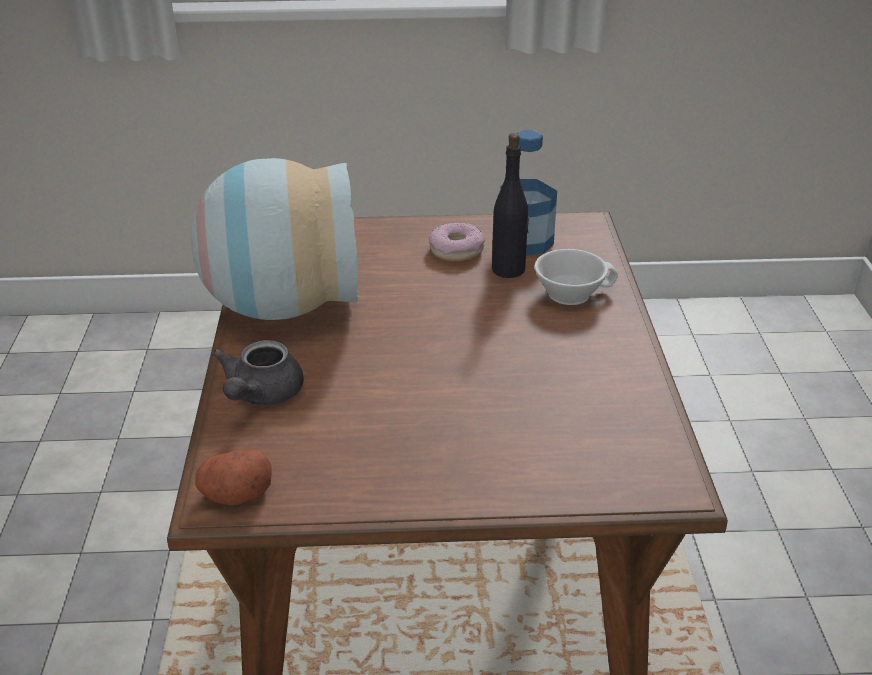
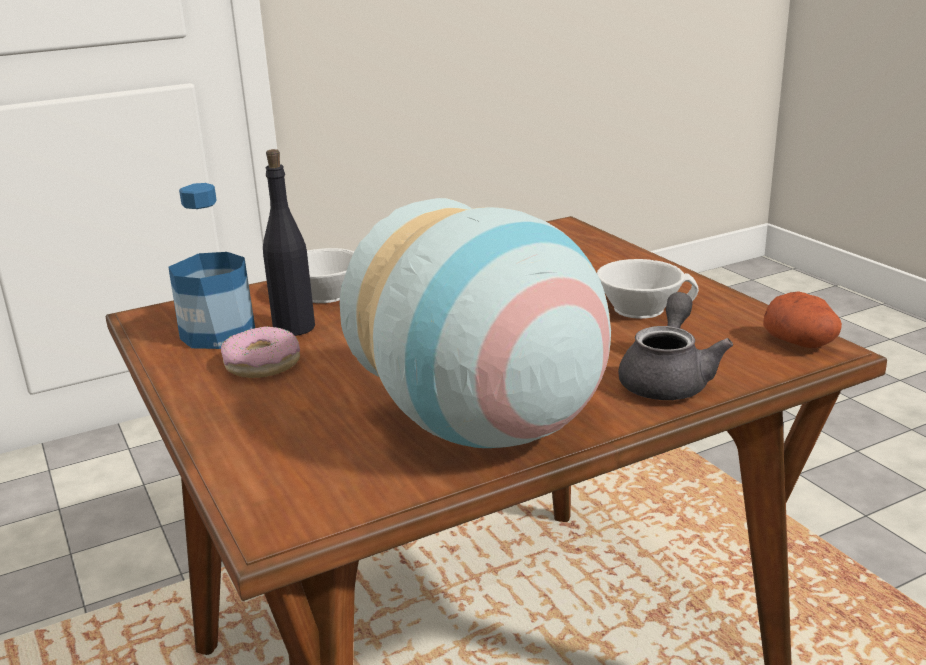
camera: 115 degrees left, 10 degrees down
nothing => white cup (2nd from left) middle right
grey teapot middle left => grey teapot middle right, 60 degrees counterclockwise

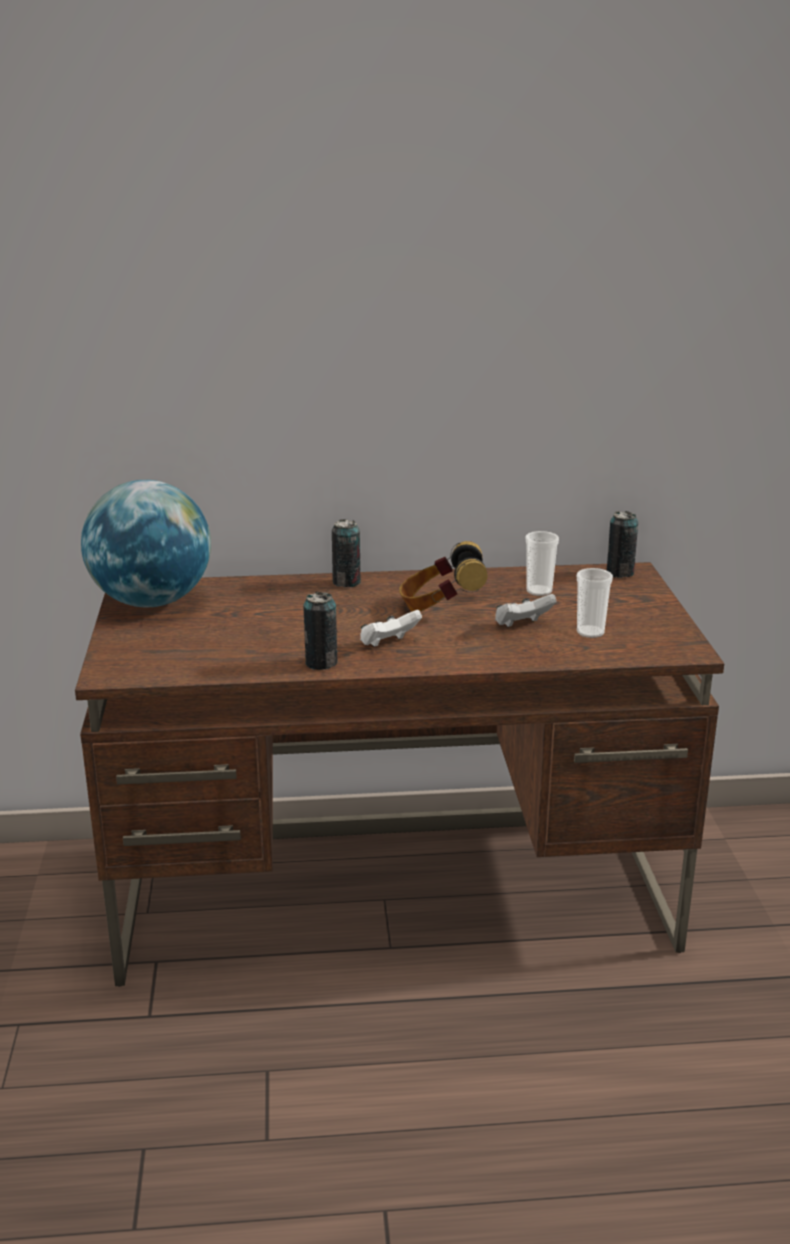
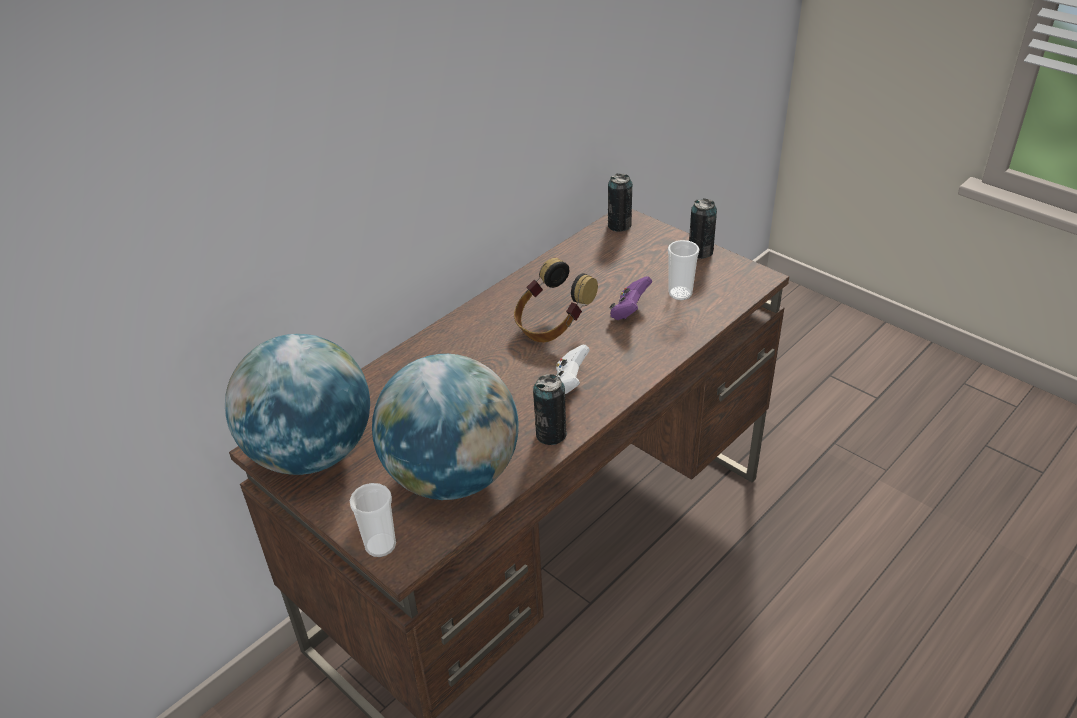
camera: 40 degrees left, 15 degrees up
cup (1st from left) middle right => cup (1st from left) bottom centre, move
nothing => world globe (2nd from left) centre
white joypad (2nd from left) centre => purple joypad centre
sealed can (2nd from left in the first image) centre => sealed can (3rd from left) top centre, move

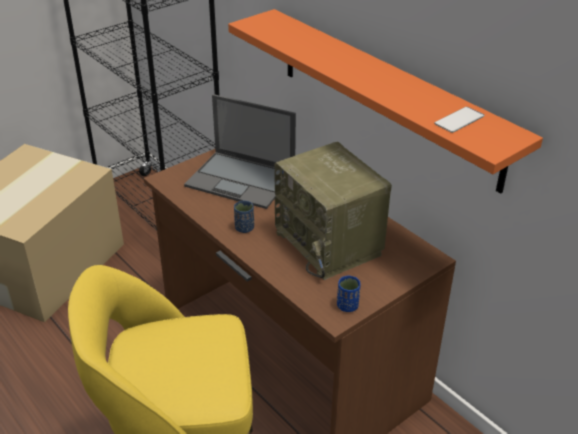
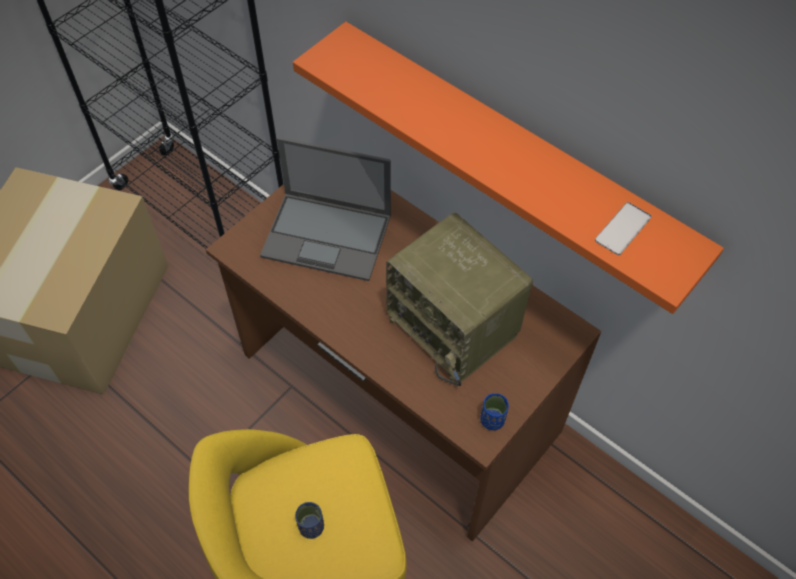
camera: 10 degrees left, 20 degrees up
blue cup (1st from left) centre => blue cup (1st from left) bottom centre, move

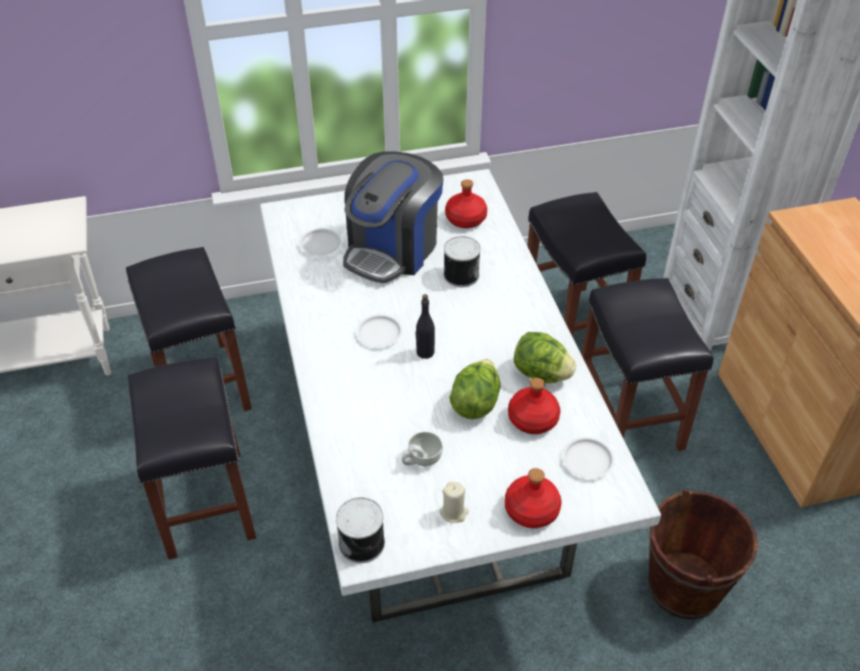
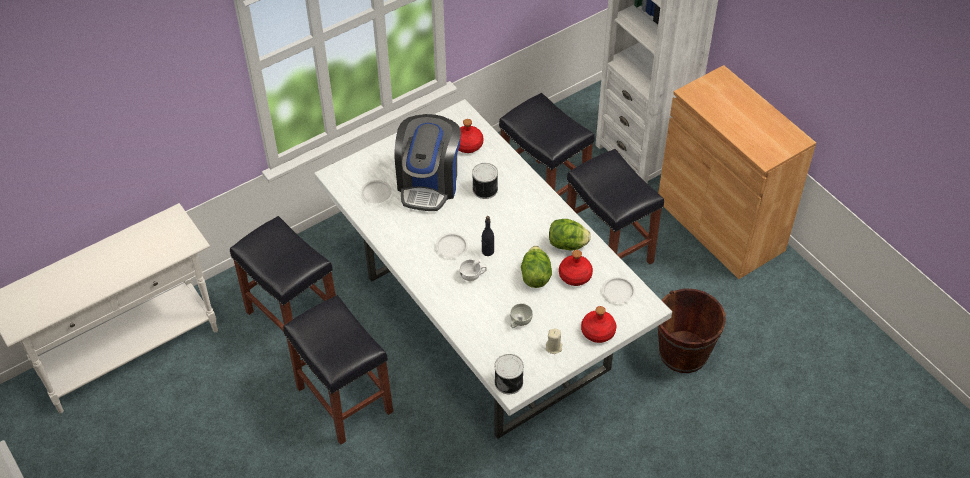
camera: 20 degrees left, 5 degrees up
nothing => white cup (1st from left) centre

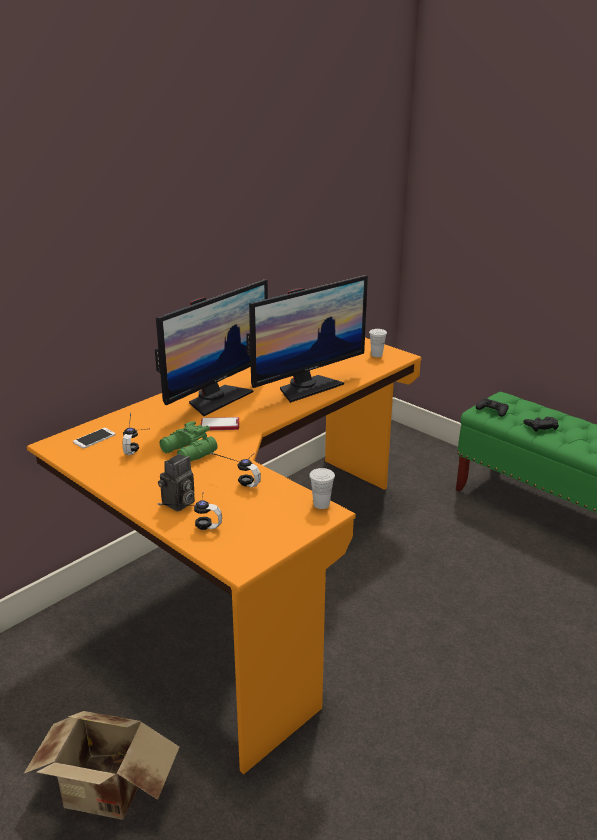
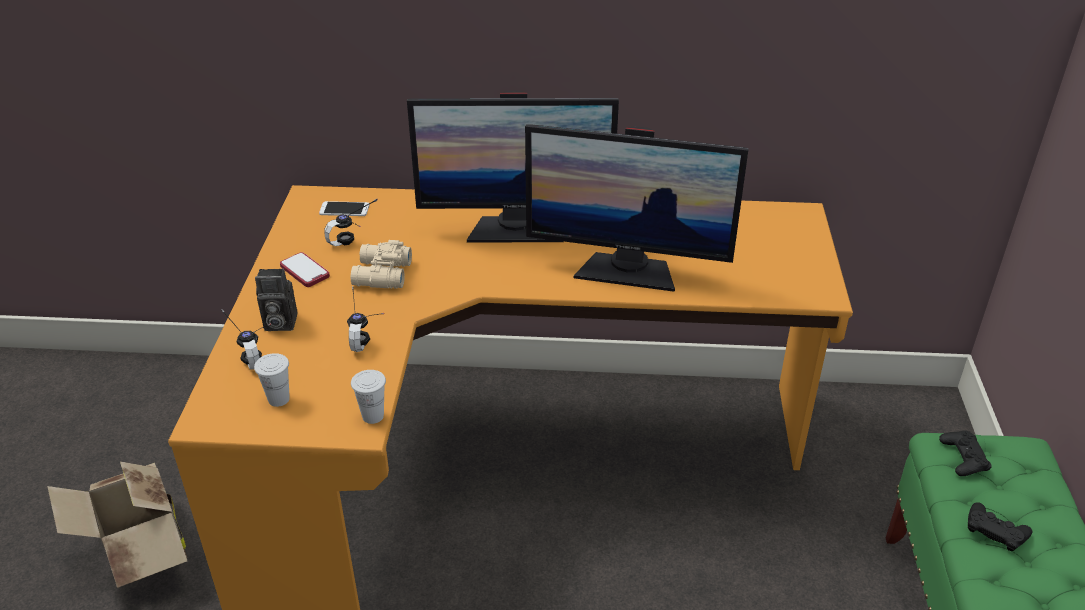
camera: 50 degrees right, 10 degrees up
white cup (2nd from left in the first image) centre => white cup (1st from left) middle left, move
handset (2nd from left in the first image) centre => handset (1st from left) middle left, move
green field glasses middle left => beige field glasses centre

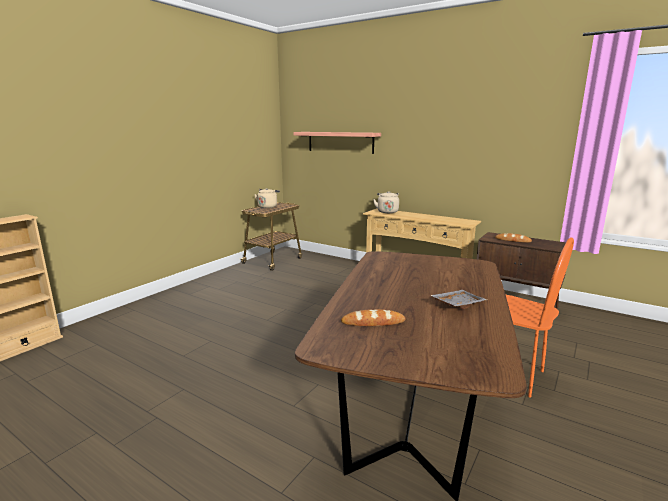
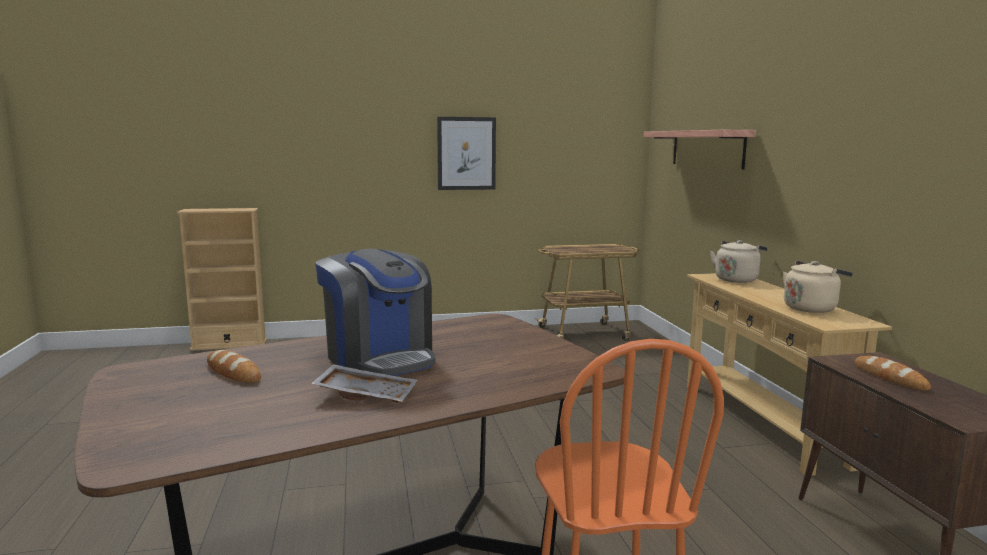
camera: 45 degrees right, 5 degrees down
nothing => coffee maker centre
nothing => wall picture top centre
beige tea kettle (1st from left in the first image) centre => beige tea kettle (2nd from left) middle right, move

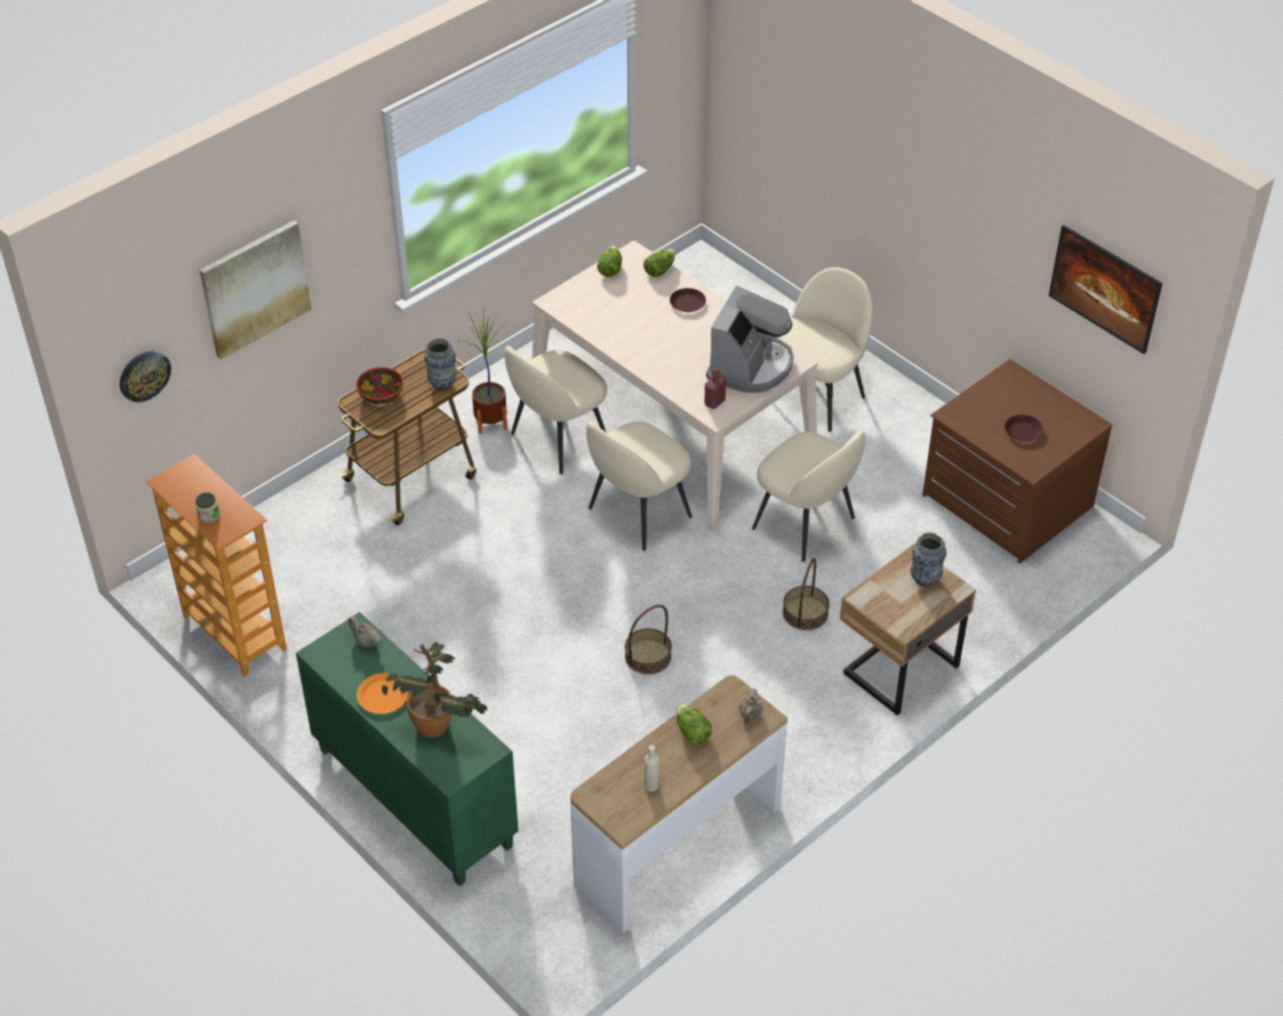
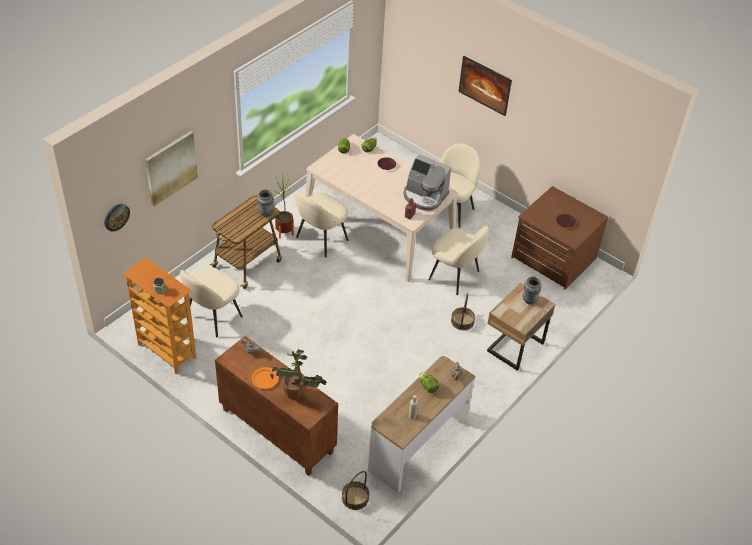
camera: 10 degrees left, 0 degrees up
beige chair (2nd from left in the first image) centre => beige chair (1st from left) middle left, move
green cupboard bottom left => brownish cupboard bottom centre
basket (1st from left) centre => basket (1st from left) bottom centre, move
coffee maker centre, 105 degrees clockwise
wall picture (2nd from left) top right => wall picture (2nd from left) top centre, move
deep dish middle left => nothing

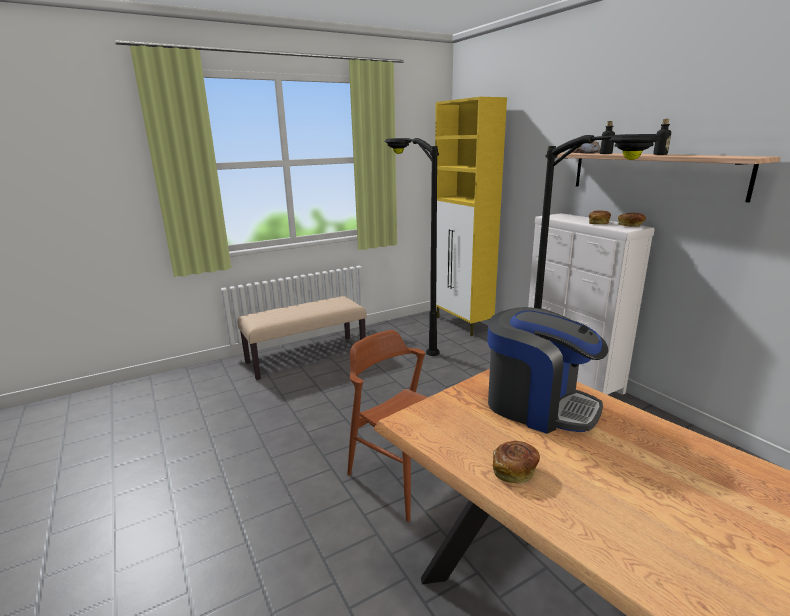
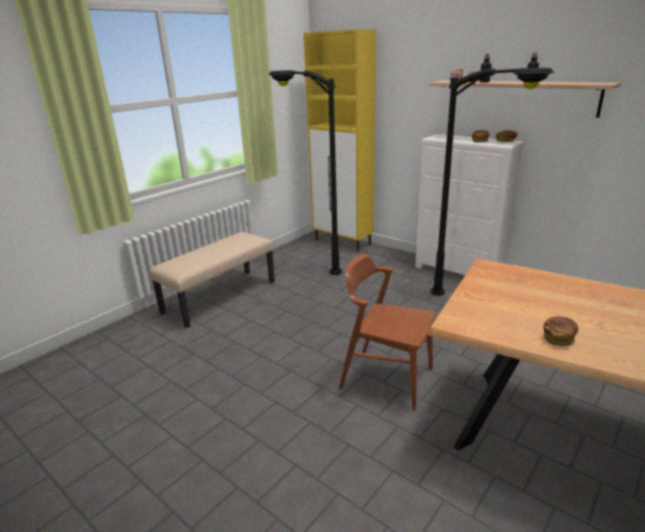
camera: 20 degrees left, 5 degrees up
coffee maker middle right => nothing

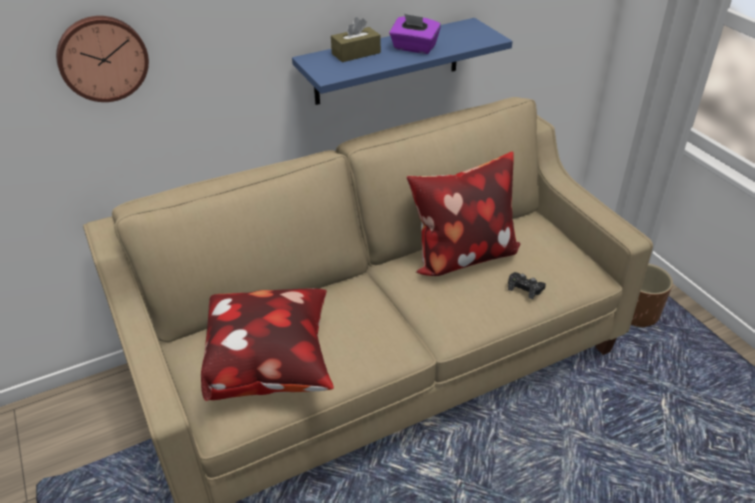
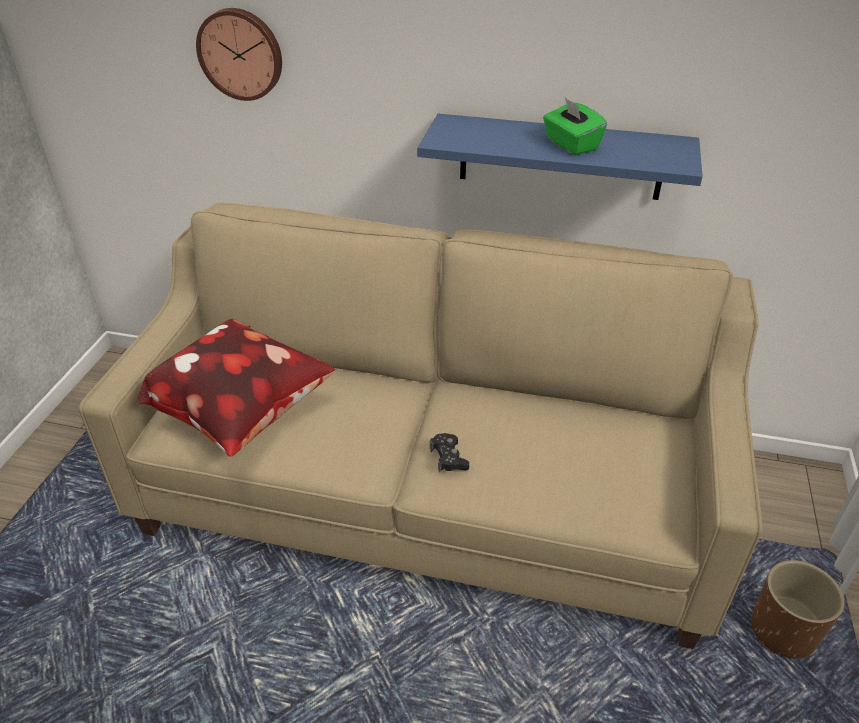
camera: 40 degrees right, 0 degrees up
black joypad middle right => black joypad centre, move
purple box of tissues top centre => green box of tissues top right
brownish box of tissues top centre => nothing
cushion (2nd from left) centre => nothing

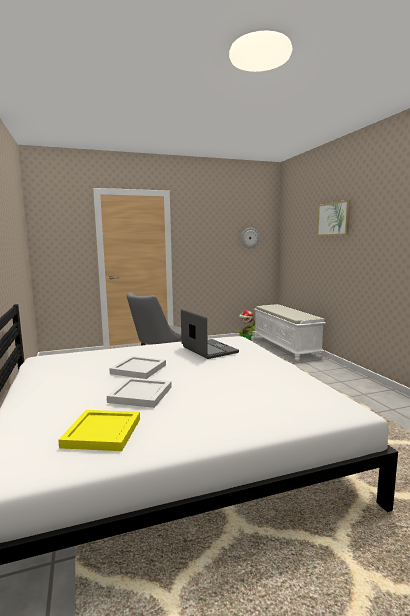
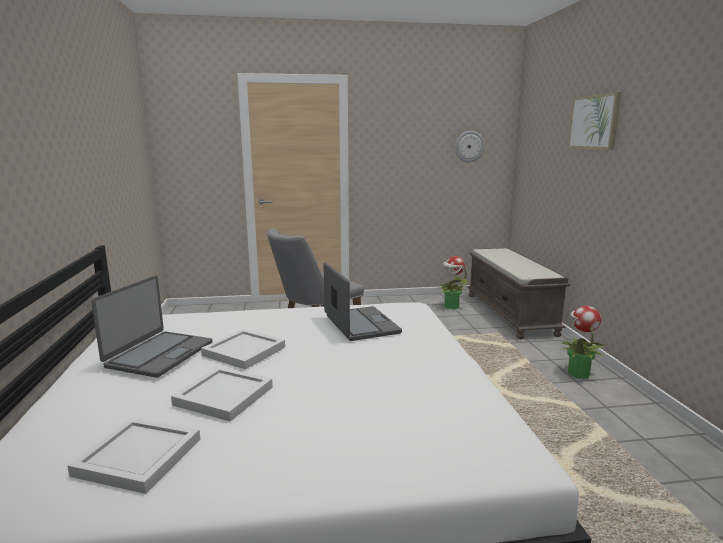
camera: 10 degrees right, 5 degrees up
yellowish serving tray bottom left => white serving tray (1st from left) bottom left
nothing => laptop (1st from left) middle left
white bench middle right => brownish bench middle right
nothing => houseplant (2nd from left) middle right

